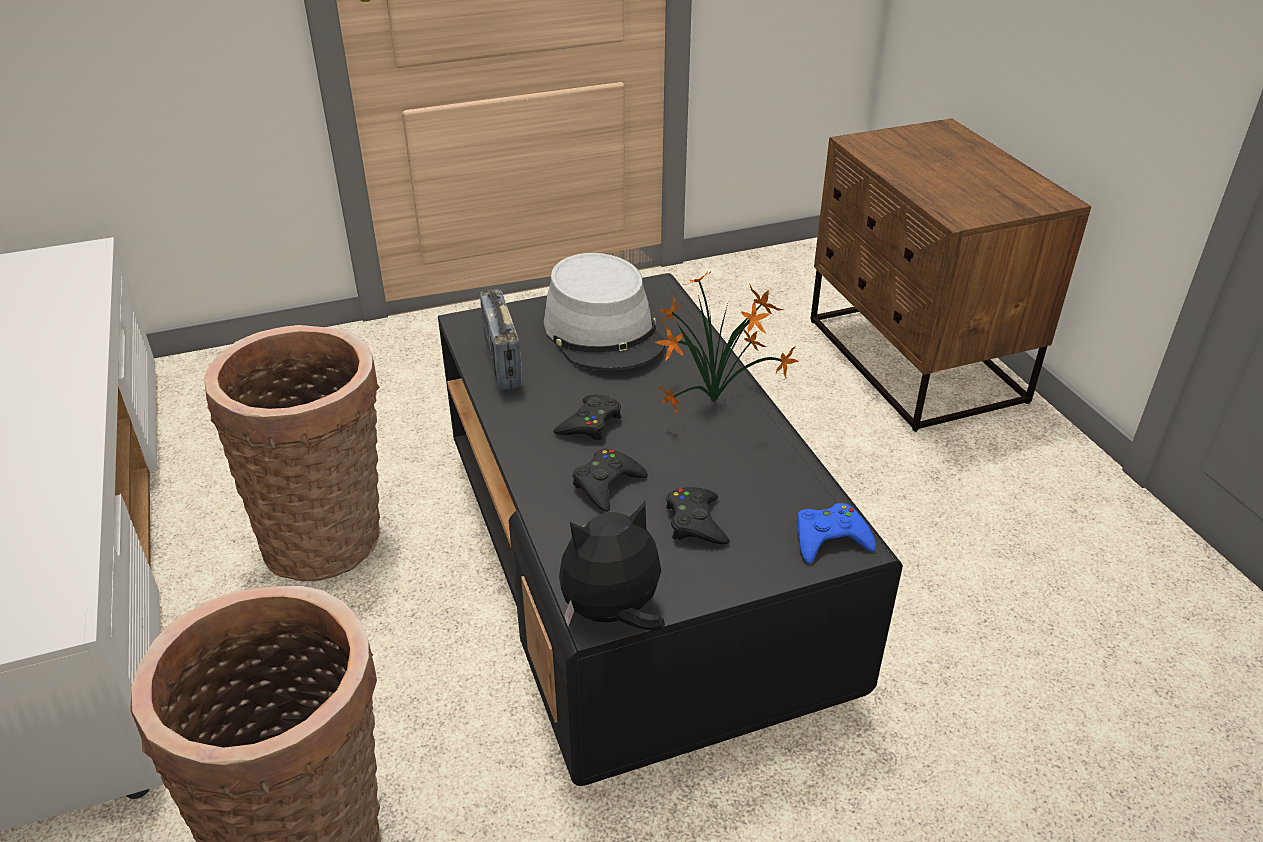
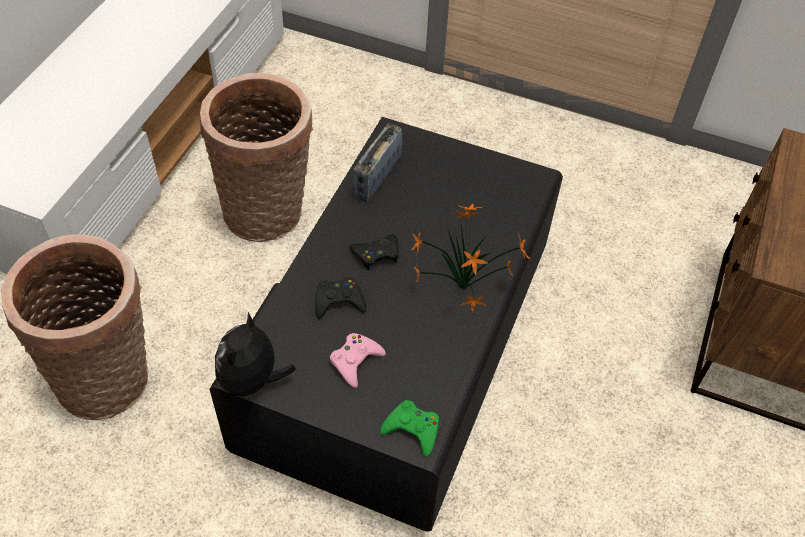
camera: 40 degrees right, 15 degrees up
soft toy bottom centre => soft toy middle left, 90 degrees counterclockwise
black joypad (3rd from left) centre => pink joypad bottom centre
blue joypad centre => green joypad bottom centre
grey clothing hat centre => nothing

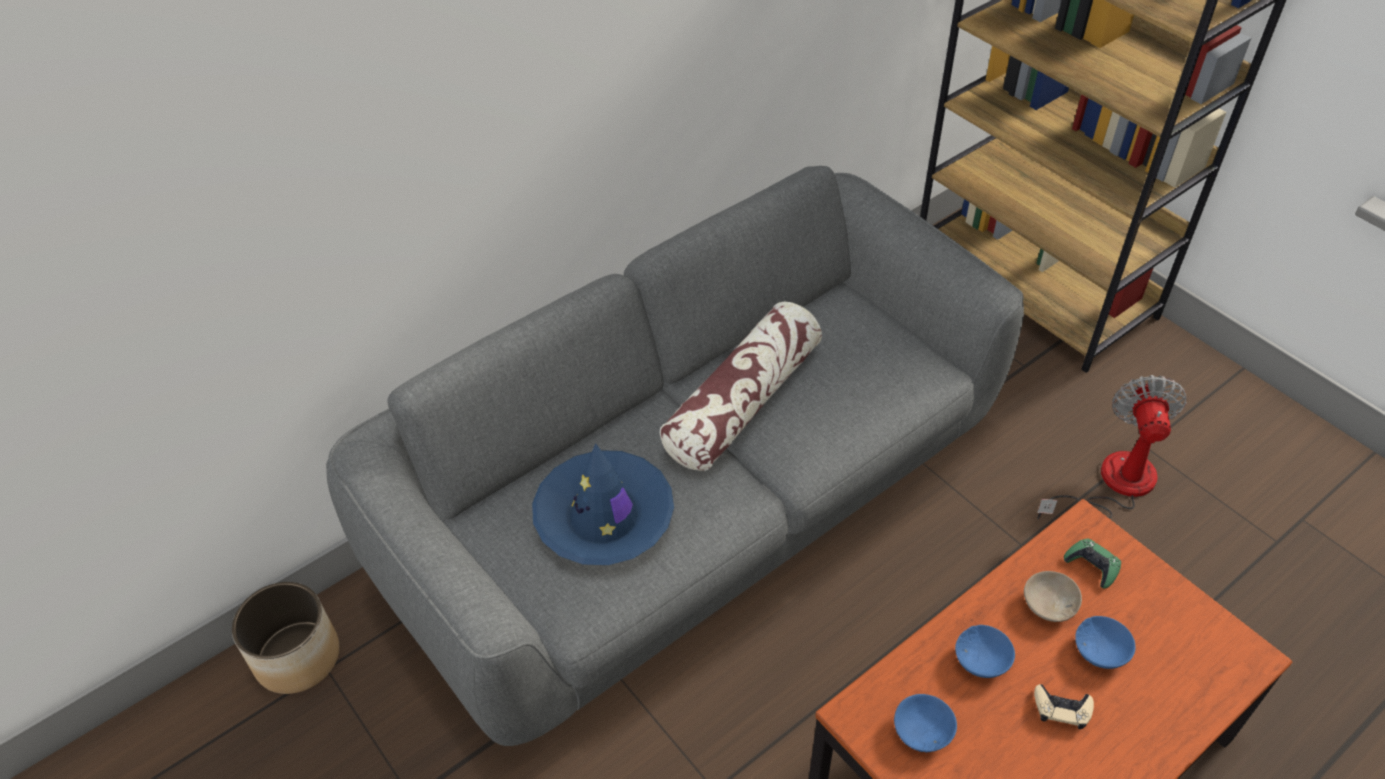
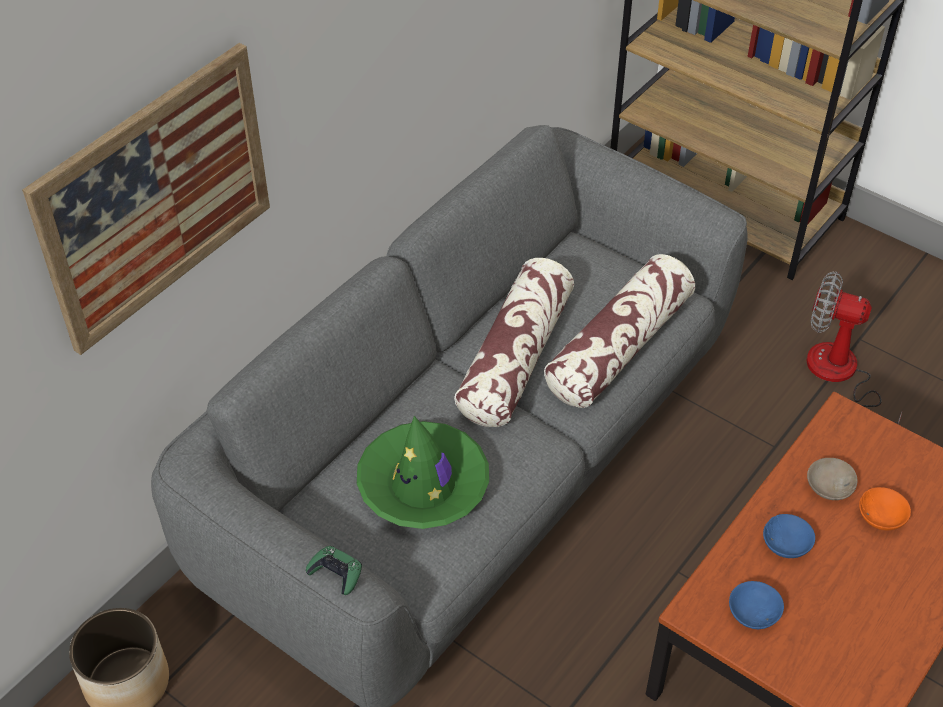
camera: 15 degrees left, 0 degrees up
nothing => wall picture top left
green joypad bottom right => green joypad bottom centre, move
blue clothing hat centre => green clothing hat bottom centre
nothing => cushion (2nd from left) centre
electric fan middle right, 60 degrees counterclockwise
blue deep dish (3rd from left) bottom right => orangey deep dish bottom right
beige joypad bottom right => nothing

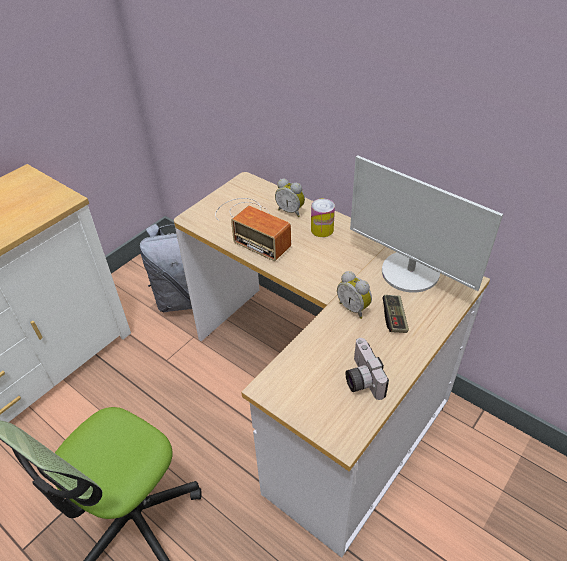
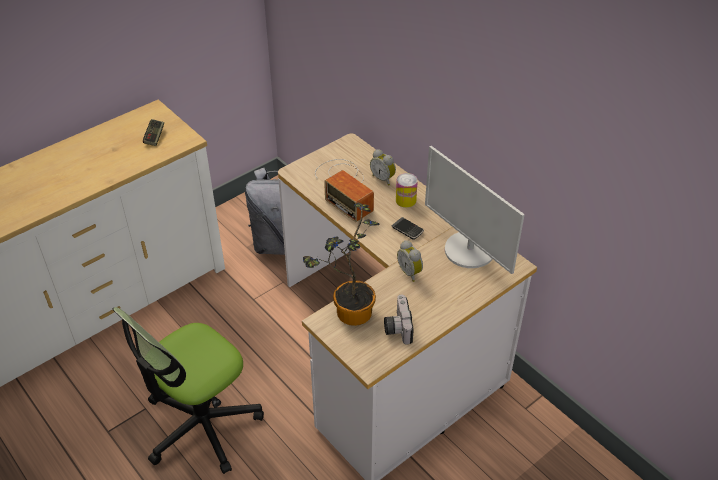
camera: 10 degrees right, 0 degrees up
joypad middle right => joypad top left, move
nothing => houseplant centre
nothing => handset centre

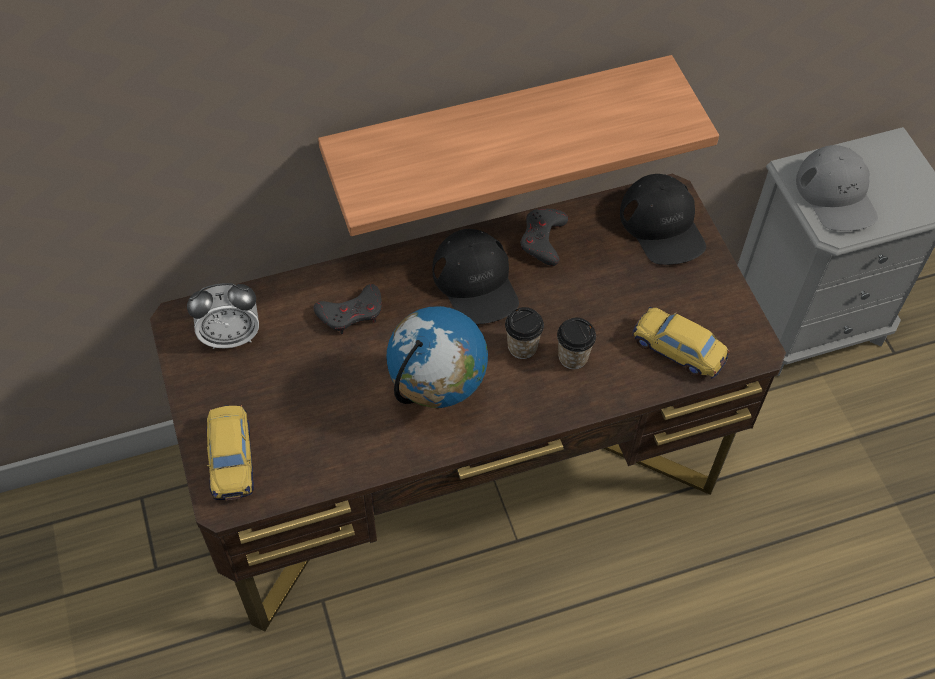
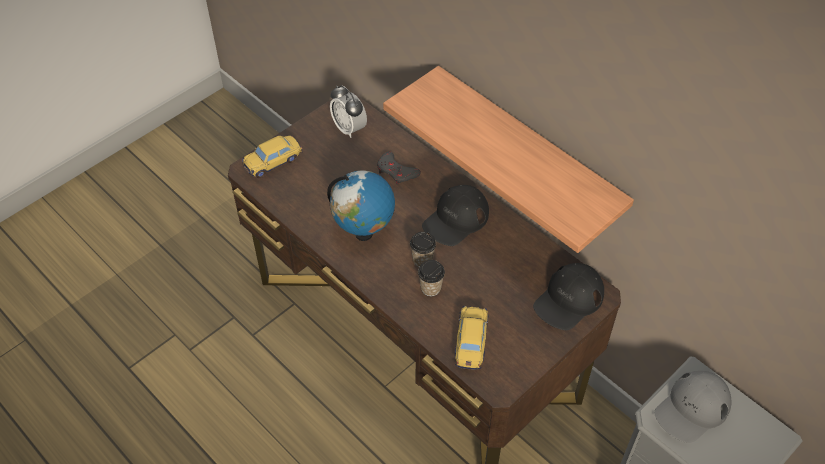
camera: 65 degrees right, 5 degrees down
grey joypad (2nd from left) centre => nothing

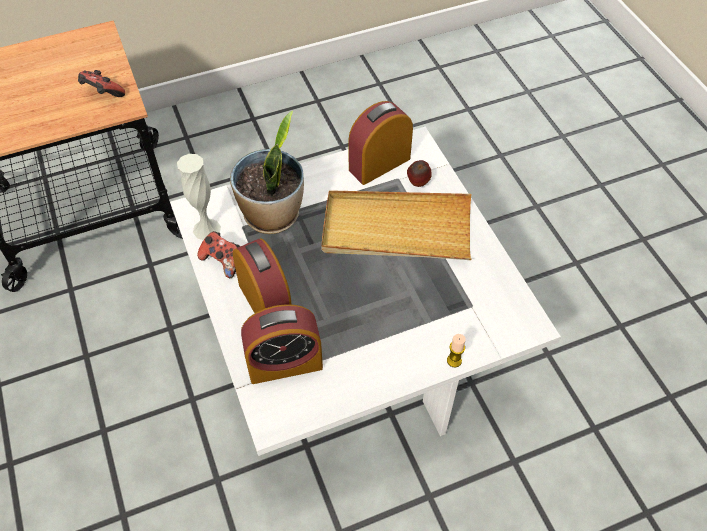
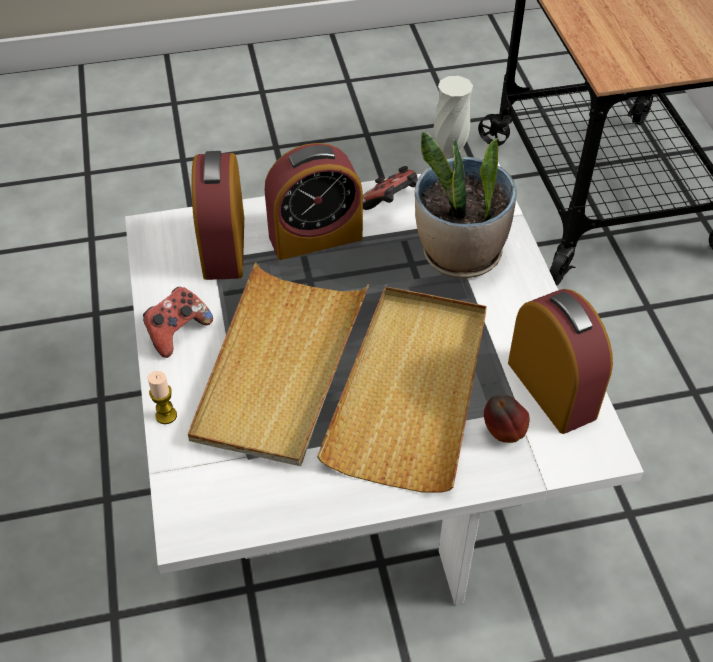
camera: 100 degrees right, 5 degrees down
joypad (1st from left) top left => joypad (1st from left) middle left, move
nothing => beige serving tray (1st from left) centre

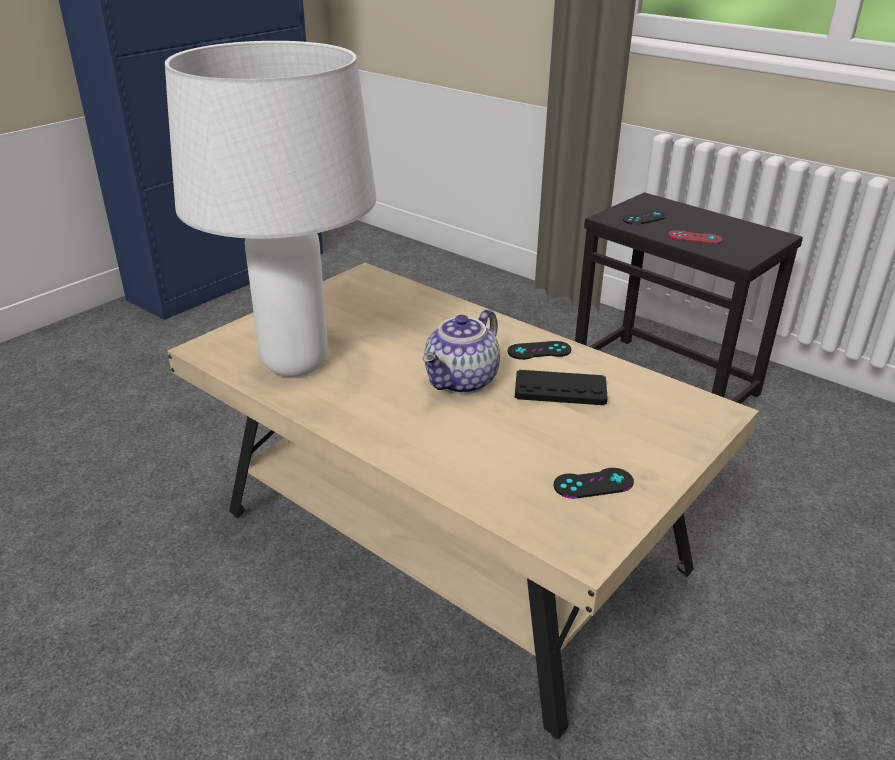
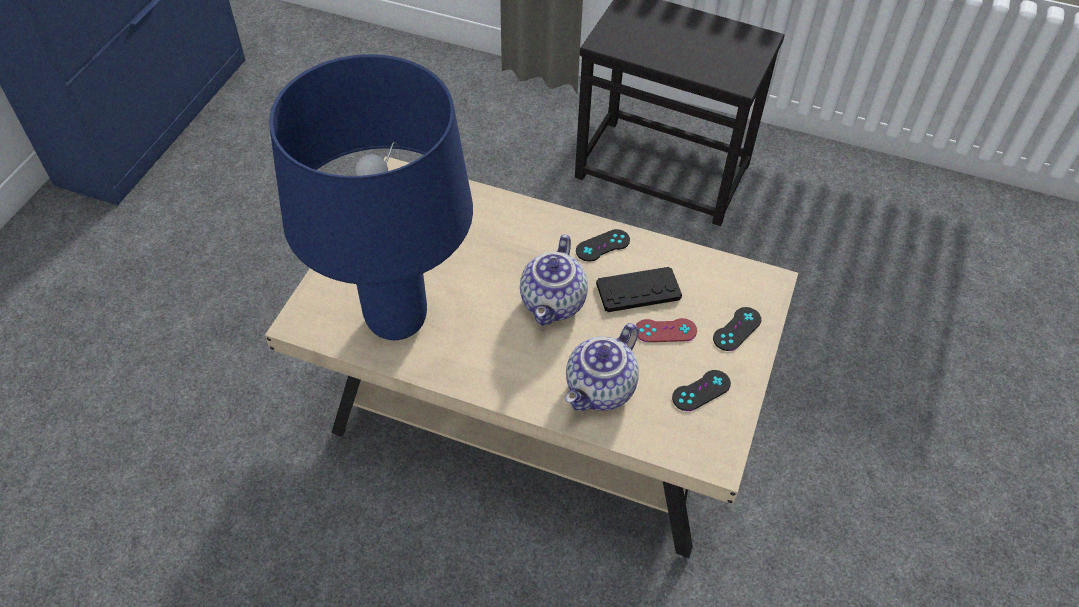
camera: 20 degrees left, 20 degrees up
white table lamp top left => blue table lamp top centre
nothing => teapot (2nd from left) centre
red-coloured joypad top right => red-coloured joypad centre, move
black joypad (4th from left) top right => black joypad (4th from left) middle right, move

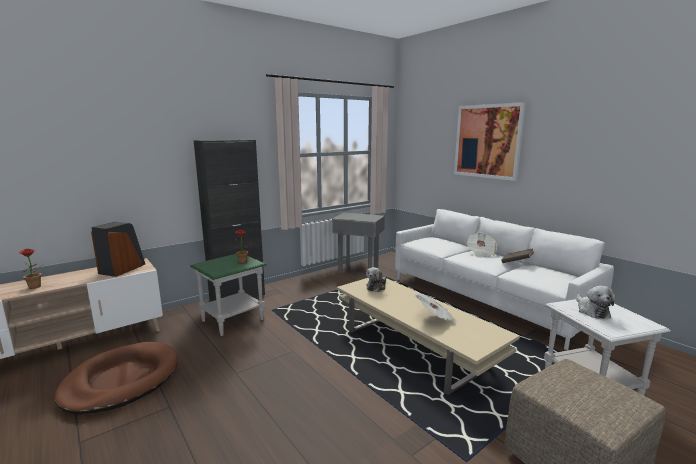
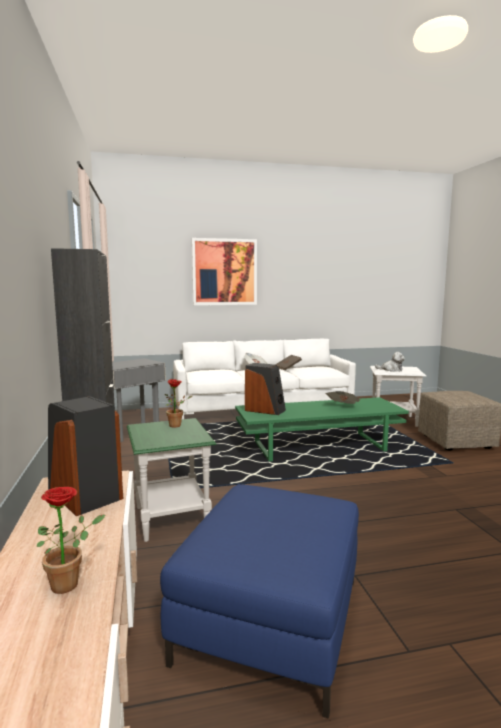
camera: 65 degrees left, 5 degrees down
brownish dog bed bottom left => blue pouffe bottom centre
beige lounge table bottom centre => green lounge table centre
soft toy (1st from left) centre => audio speaker (2nd from left) centre

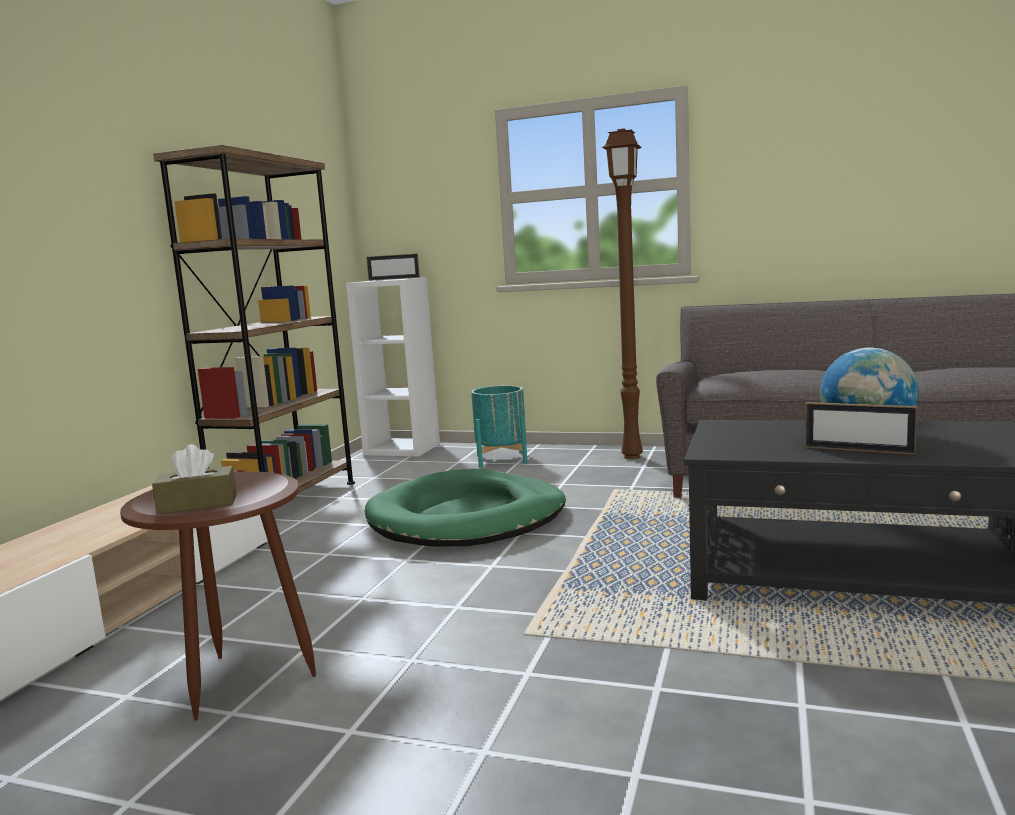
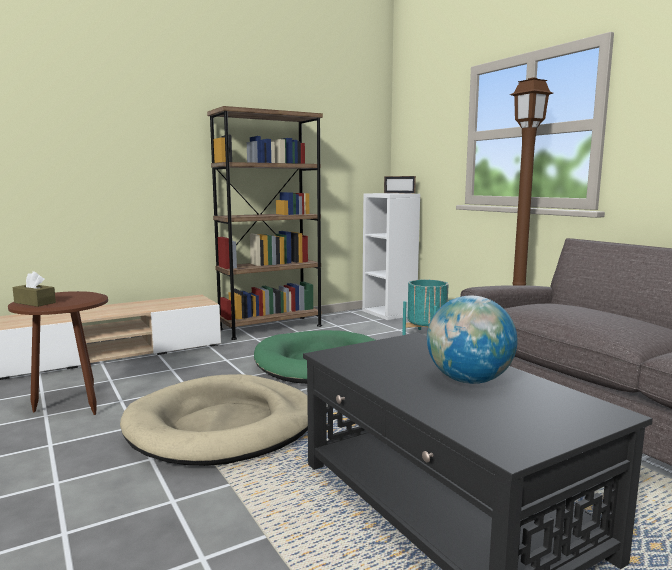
camera: 40 degrees right, 0 degrees up
nothing => beige dog bed bottom left
photo frame (2nd from left) middle right => nothing

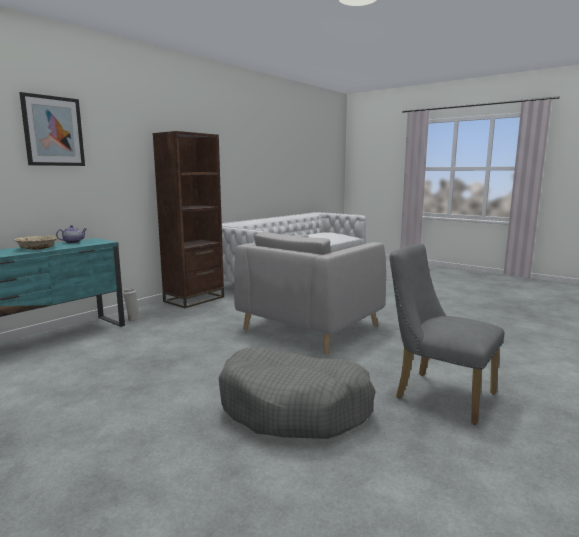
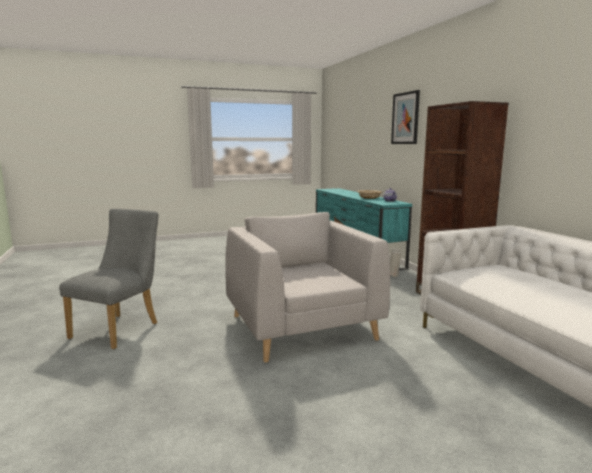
camera: 120 degrees right, 0 degrees up
grey chair middle right => grey chair middle left, 45 degrees counterclockwise
grey dog bed bottom centre => nothing

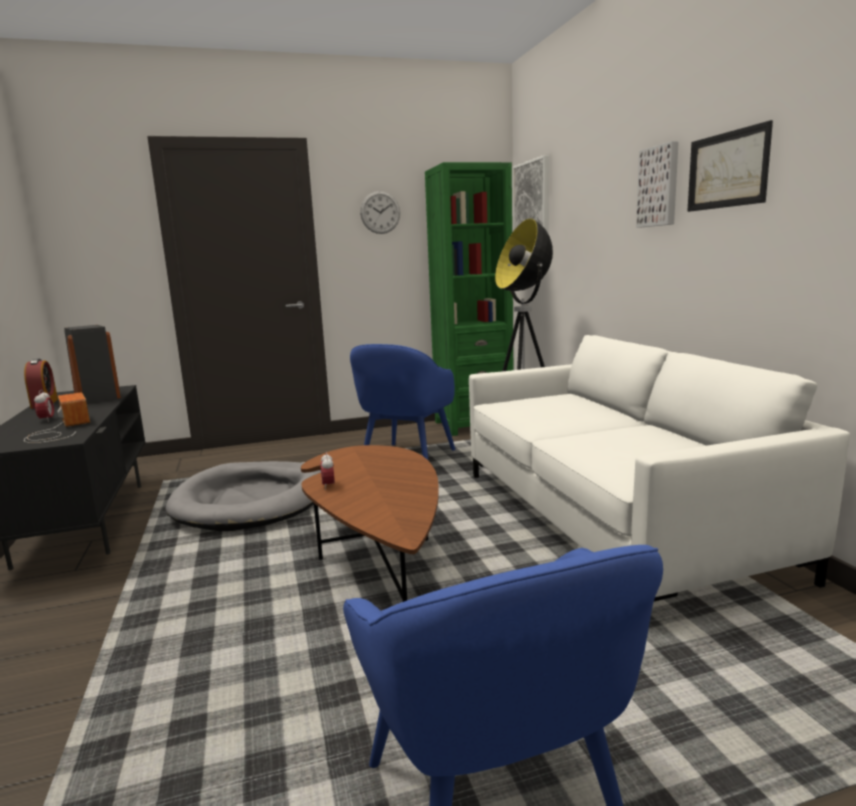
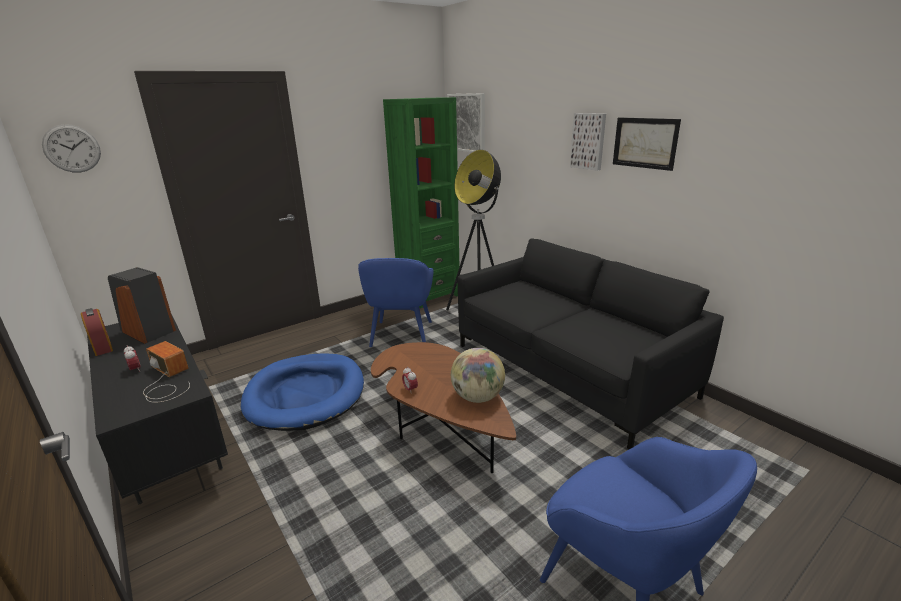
camera: 20 degrees left, 10 degrees up
clock on the wall top centre => clock on the wall top left, move
grey dog bed middle left => blue dog bed centre
nothing => world globe centre
white couch middle right => black couch centre

